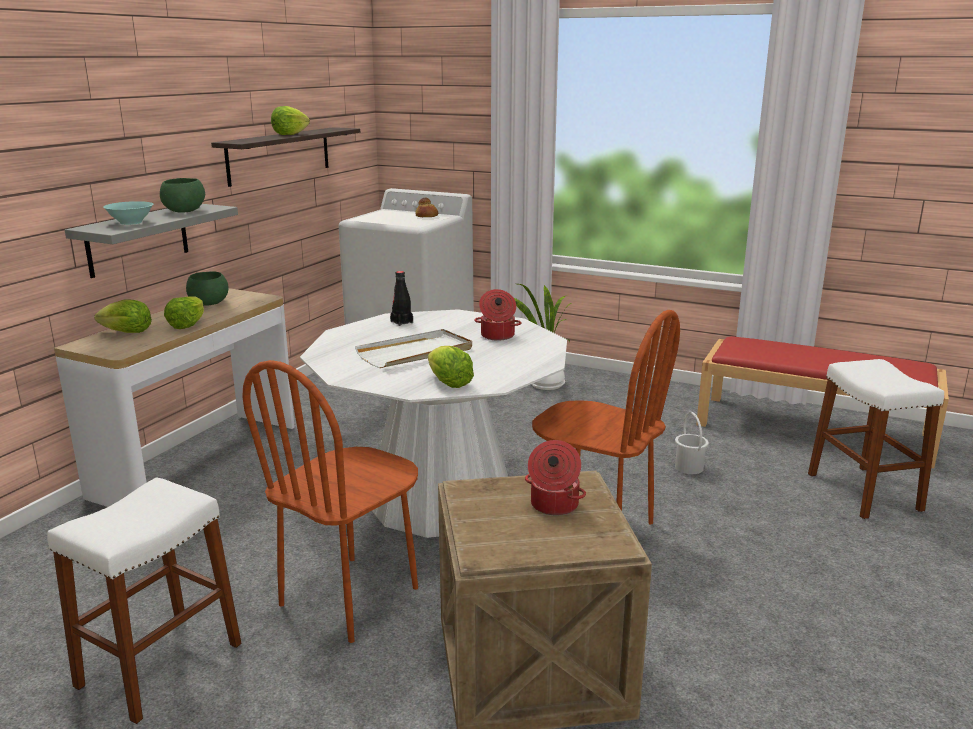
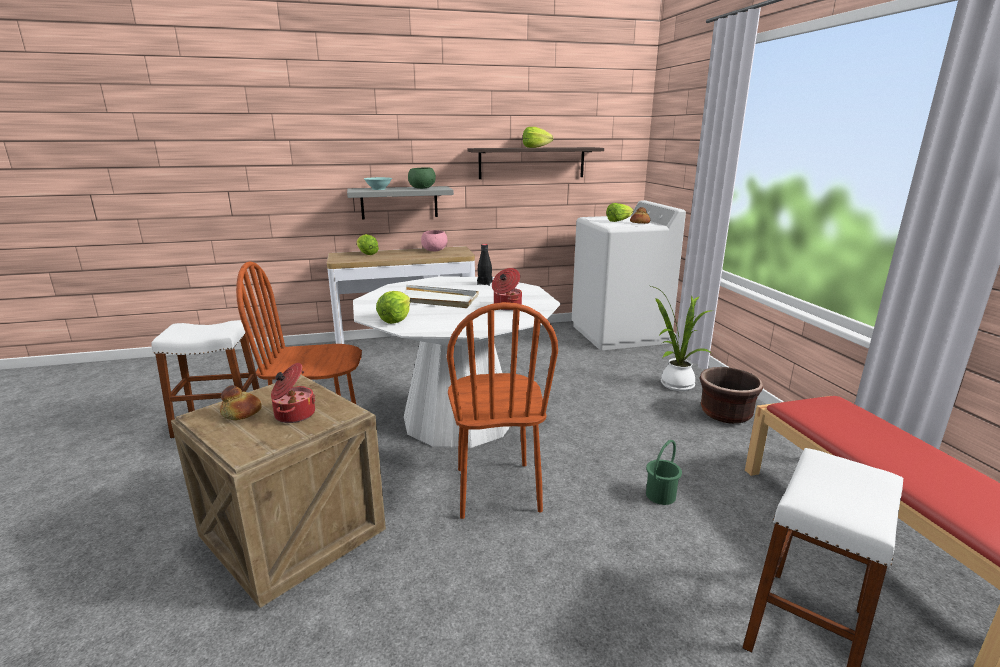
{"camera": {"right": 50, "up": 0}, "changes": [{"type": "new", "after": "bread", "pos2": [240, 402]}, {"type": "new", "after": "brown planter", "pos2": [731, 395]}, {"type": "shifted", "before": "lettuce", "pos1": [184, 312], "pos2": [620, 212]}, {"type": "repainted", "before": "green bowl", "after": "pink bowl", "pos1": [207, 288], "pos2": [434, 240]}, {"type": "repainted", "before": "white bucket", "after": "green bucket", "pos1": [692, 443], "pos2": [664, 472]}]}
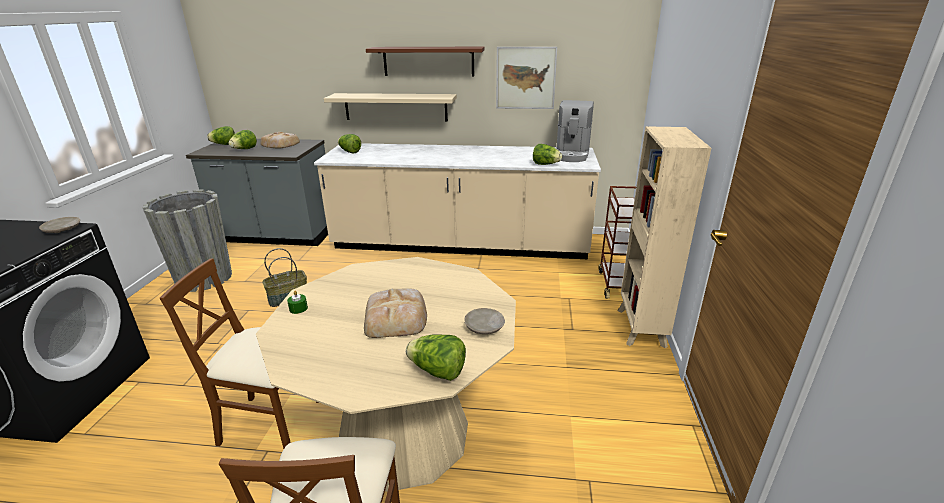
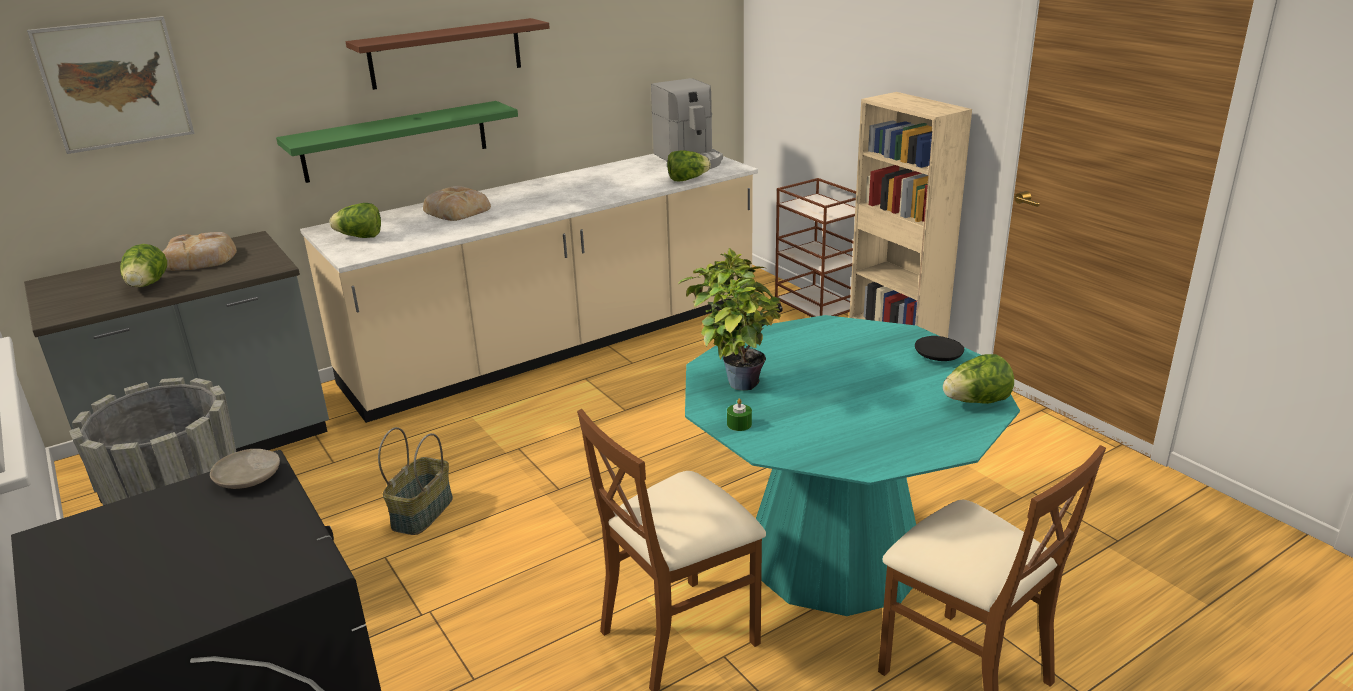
{"camera": {"right": -40, "up": 0}, "changes": [{"type": "gone", "before": "lettuce", "pos1": [221, 135]}, {"type": "new", "after": "potted plant", "pos2": [729, 319]}, {"type": "shifted", "before": "bread", "pos1": [395, 313], "pos2": [457, 203]}, {"type": "shifted", "before": "picture", "pos1": [526, 78], "pos2": [111, 85]}, {"type": "repainted", "before": "beige dining table", "after": "turquoise dining table", "pos1": [386, 374], "pos2": [852, 465]}, {"type": "repainted", "before": "beige shelf", "after": "green shelf", "pos1": [390, 107], "pos2": [397, 142]}, {"type": "repainted", "before": "beige plate", "after": "black plate", "pos1": [484, 321], "pos2": [939, 348]}]}
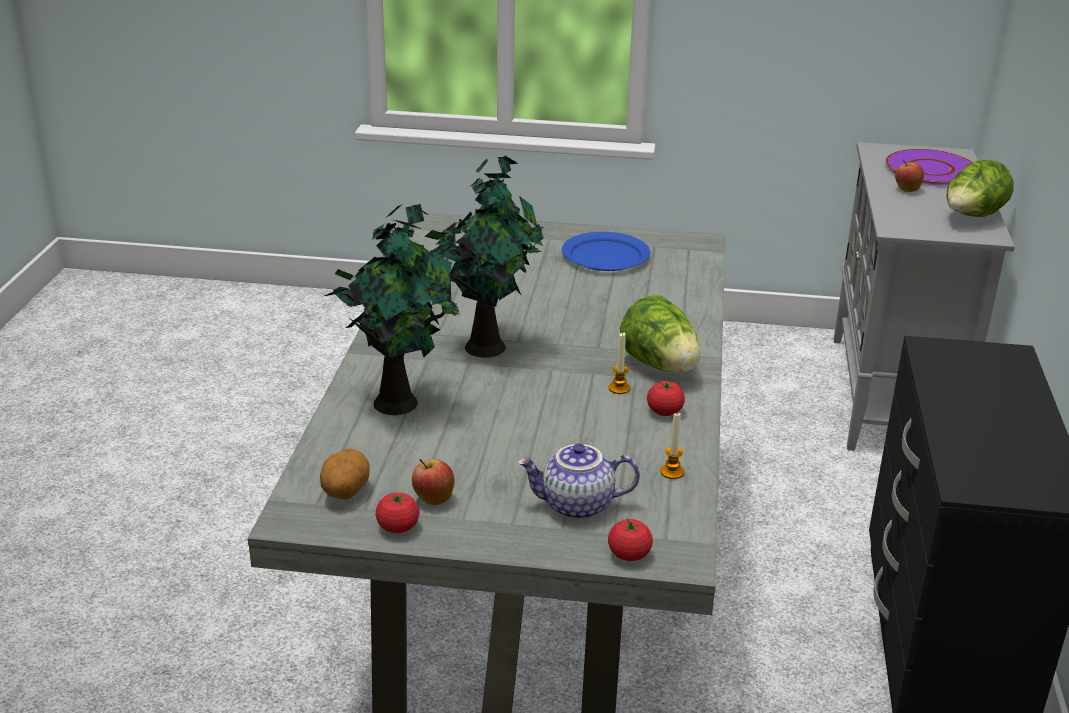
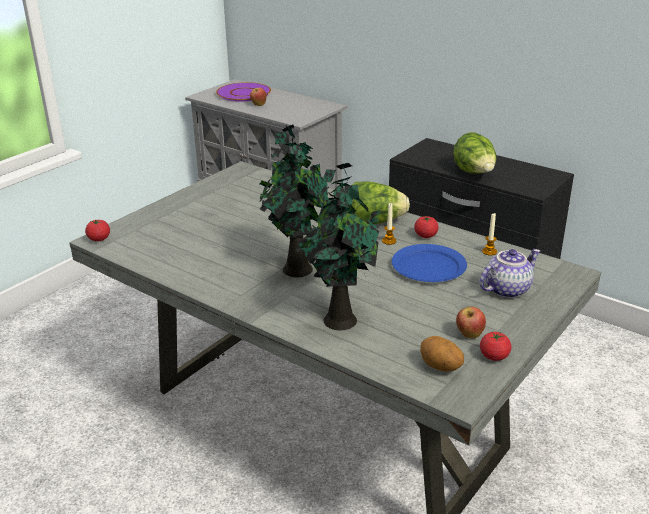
{"camera": {"right": -60, "up": 0}, "changes": [{"type": "shifted", "before": "blue plate", "pos1": [606, 251], "pos2": [429, 263]}, {"type": "shifted", "before": "tomato", "pos1": [630, 539], "pos2": [97, 230]}, {"type": "shifted", "before": "lettuce", "pos1": [980, 188], "pos2": [474, 153]}, {"type": "rotated", "before": "teapot", "pos1": [578, 481], "pos2": [509, 273], "turn": -150}]}
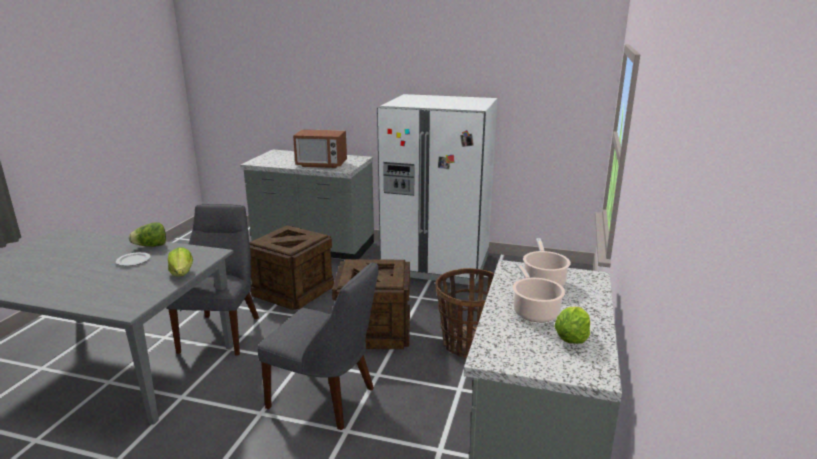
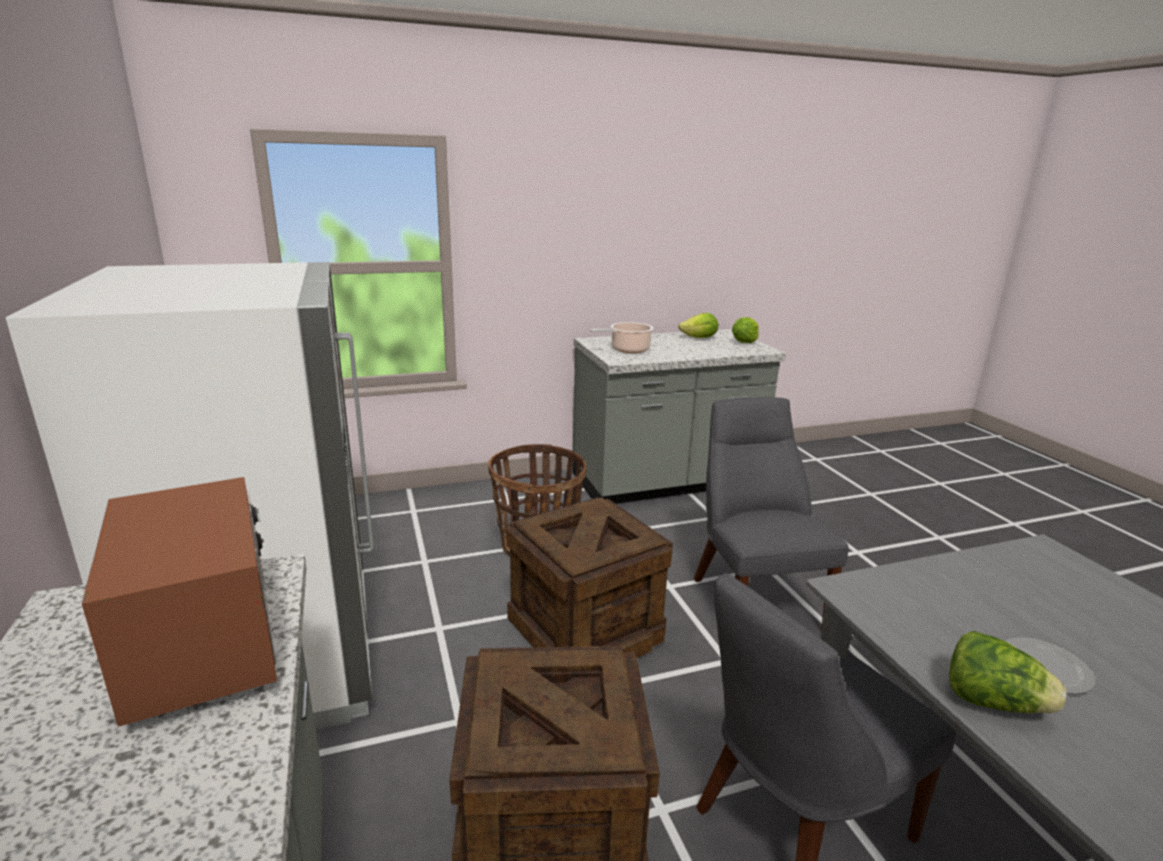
{"camera": {"right": -125, "up": 0}, "changes": [{"type": "gone", "before": "cooking pot", "pos1": [539, 292]}, {"type": "shifted", "before": "lettuce", "pos1": [180, 262], "pos2": [745, 330]}]}
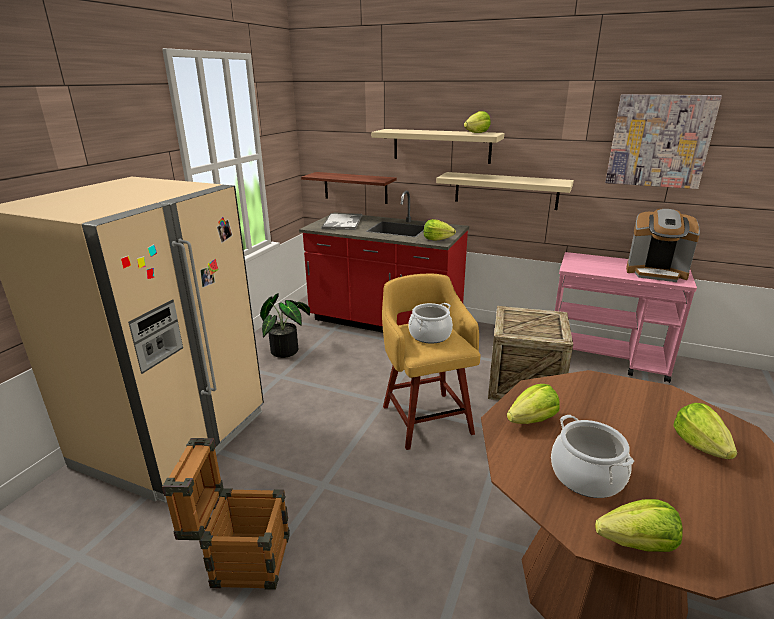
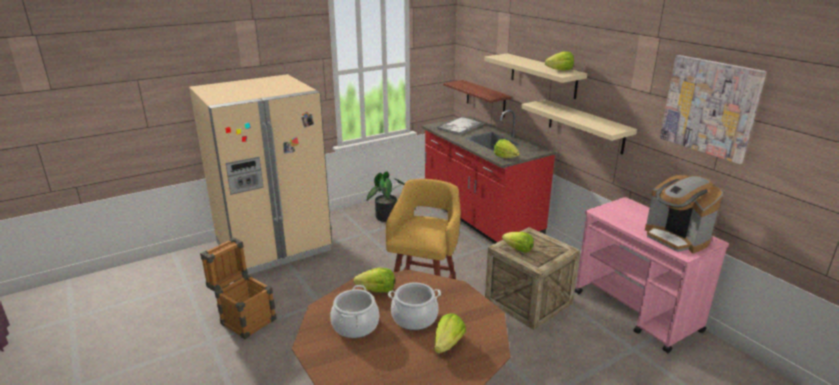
{"camera": {"right": 35, "up": 0}, "changes": [{"type": "shifted", "before": "cooking pot", "pos1": [431, 323], "pos2": [414, 306]}, {"type": "shifted", "before": "lettuce", "pos1": [639, 525], "pos2": [518, 242]}]}
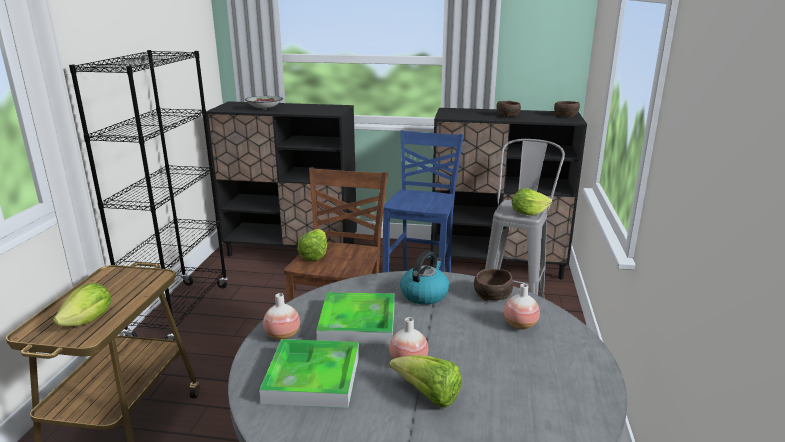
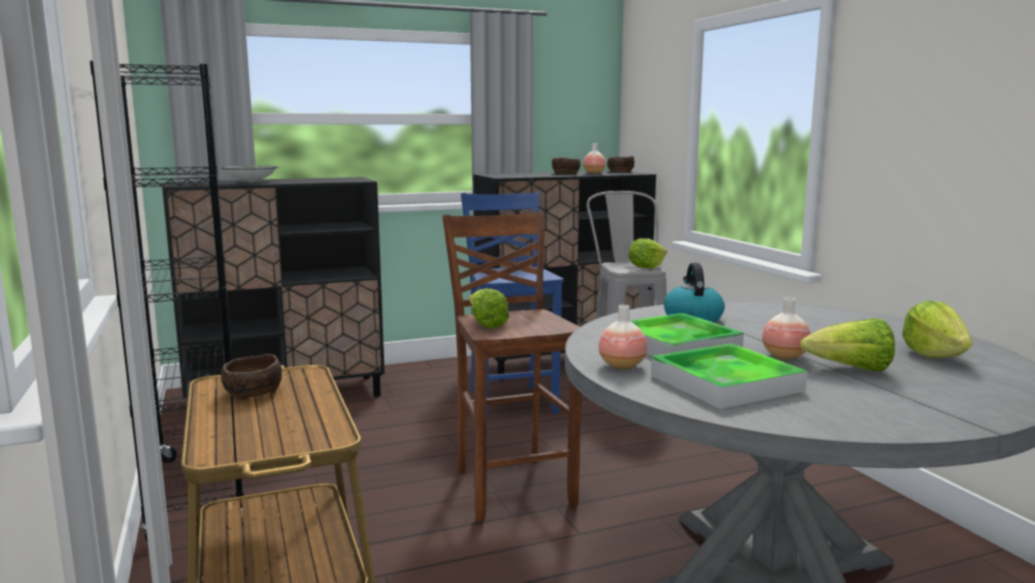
{"camera": {"right": -30, "up": -10}, "changes": [{"type": "shifted", "before": "lettuce", "pos1": [82, 305], "pos2": [937, 329]}, {"type": "shifted", "before": "brown bowl", "pos1": [493, 285], "pos2": [251, 377]}, {"type": "shifted", "before": "vase", "pos1": [522, 306], "pos2": [594, 158]}]}
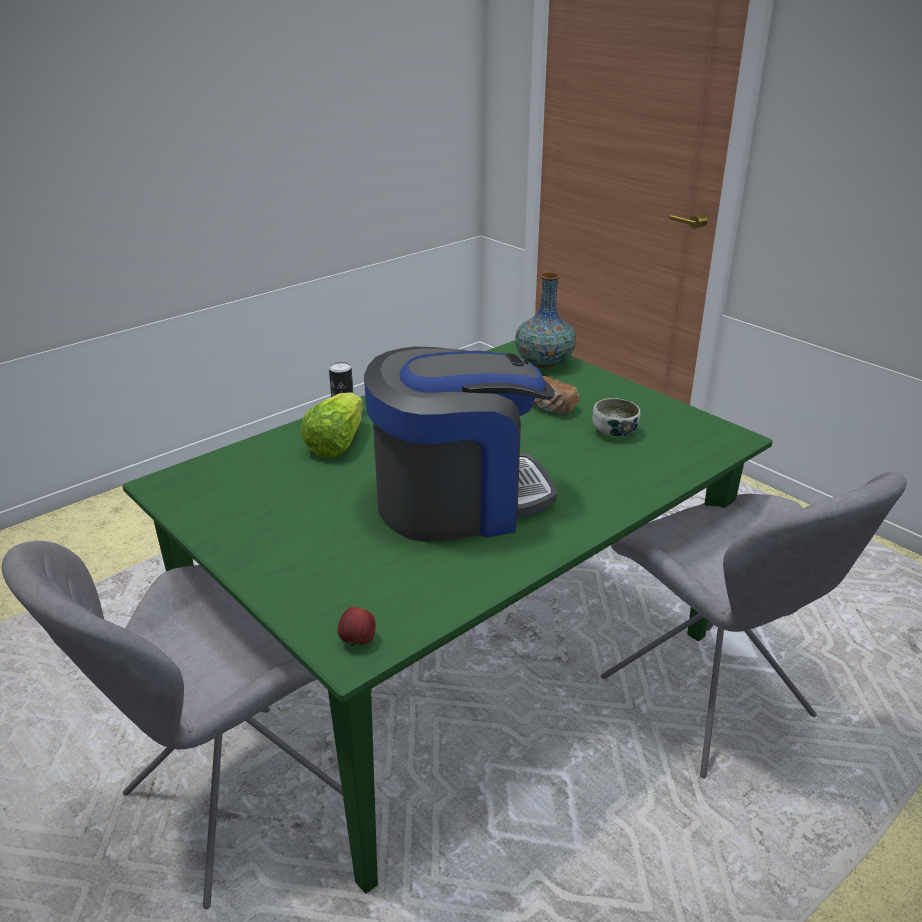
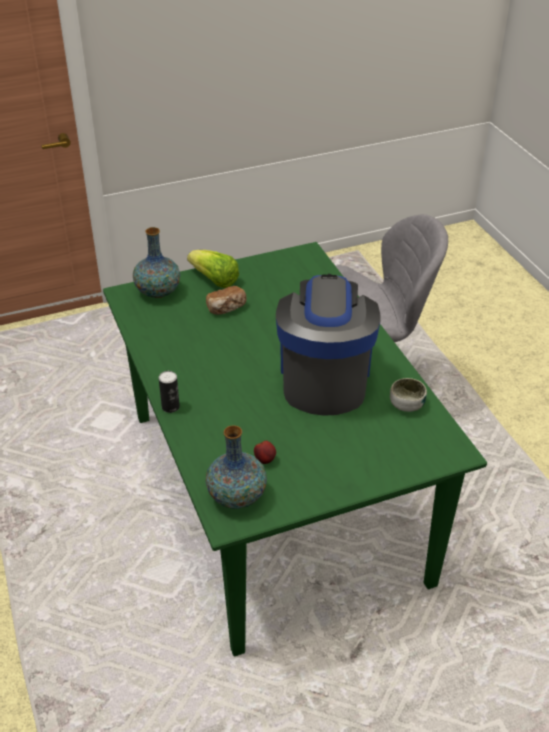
{"camera": {"right": -70, "up": 10}, "changes": [{"type": "gone", "before": "grey chair", "pos1": [172, 725]}, {"type": "new", "after": "vase", "pos2": [236, 467]}, {"type": "shifted", "before": "lettuce", "pos1": [332, 425], "pos2": [213, 269]}, {"type": "shifted", "before": "apple", "pos1": [357, 626], "pos2": [265, 452]}, {"type": "shifted", "before": "bowl", "pos1": [616, 417], "pos2": [408, 395]}]}
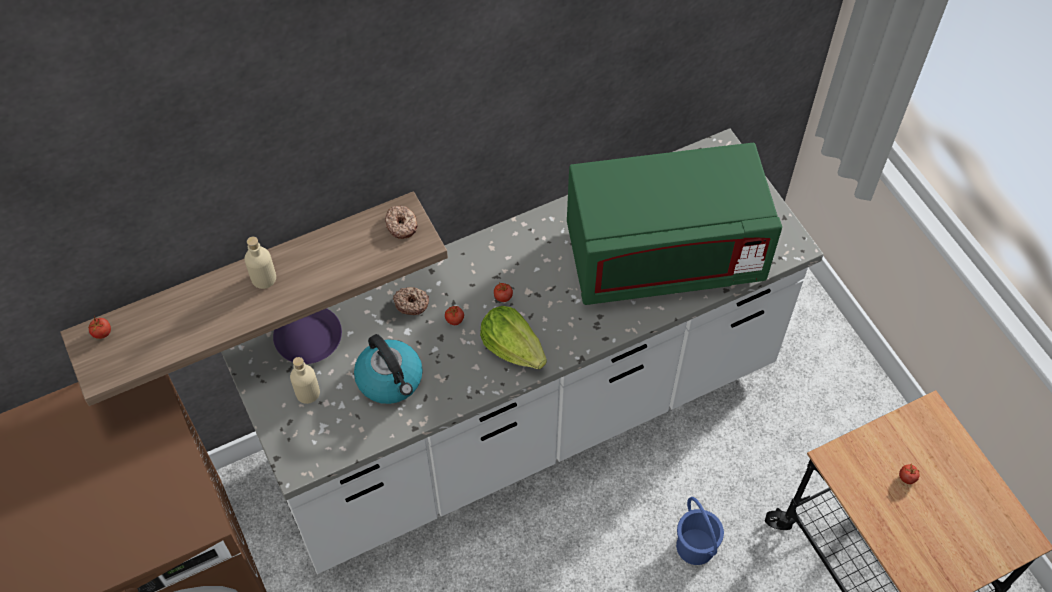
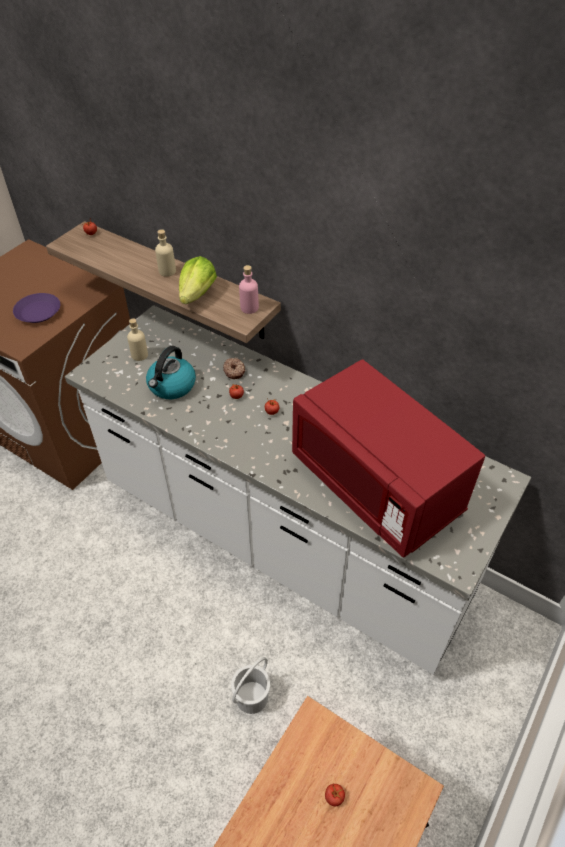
{"camera": {"right": 60, "up": -10}, "changes": [{"type": "shifted", "before": "purple plate", "pos1": [307, 336], "pos2": [36, 308]}, {"type": "shifted", "before": "lettuce", "pos1": [513, 337], "pos2": [198, 280]}, {"type": "swapped", "before": "donut", "after": "pink bottle", "pos1": [401, 222], "pos2": [249, 289]}, {"type": "repainted", "before": "green microwave", "after": "red microwave", "pos1": [674, 224], "pos2": [388, 458]}, {"type": "repainted", "before": "blue bucket", "after": "white bucket", "pos1": [700, 531], "pos2": [250, 685]}]}
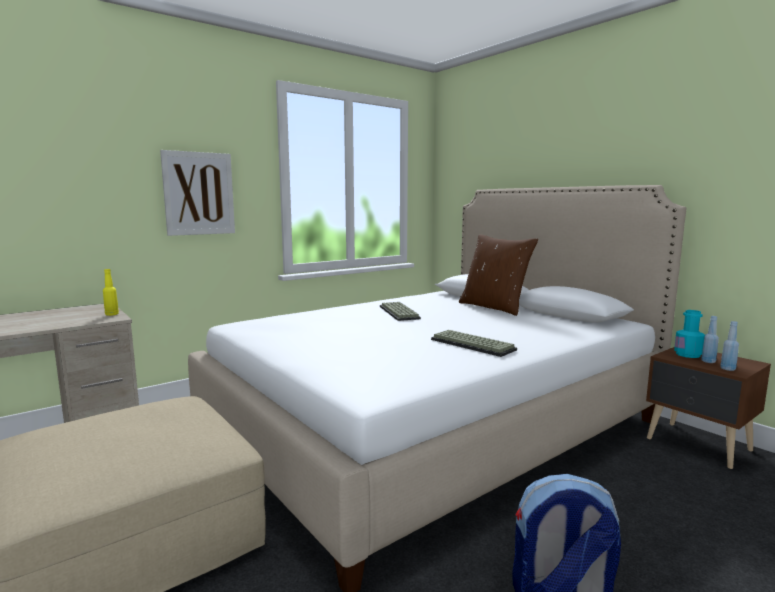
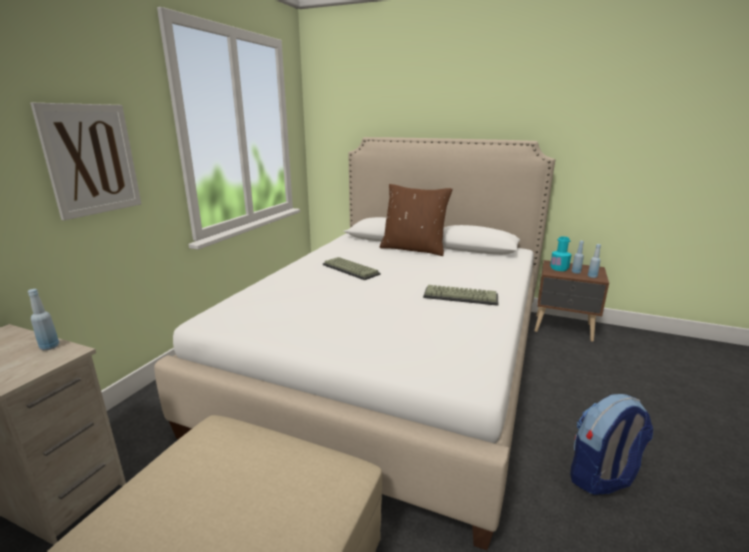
{"camera": {"right": -30, "up": 10}, "changes": [{"type": "repainted", "before": "yellow bottle", "after": "blue bottle", "pos1": [111, 292], "pos2": [43, 319]}]}
